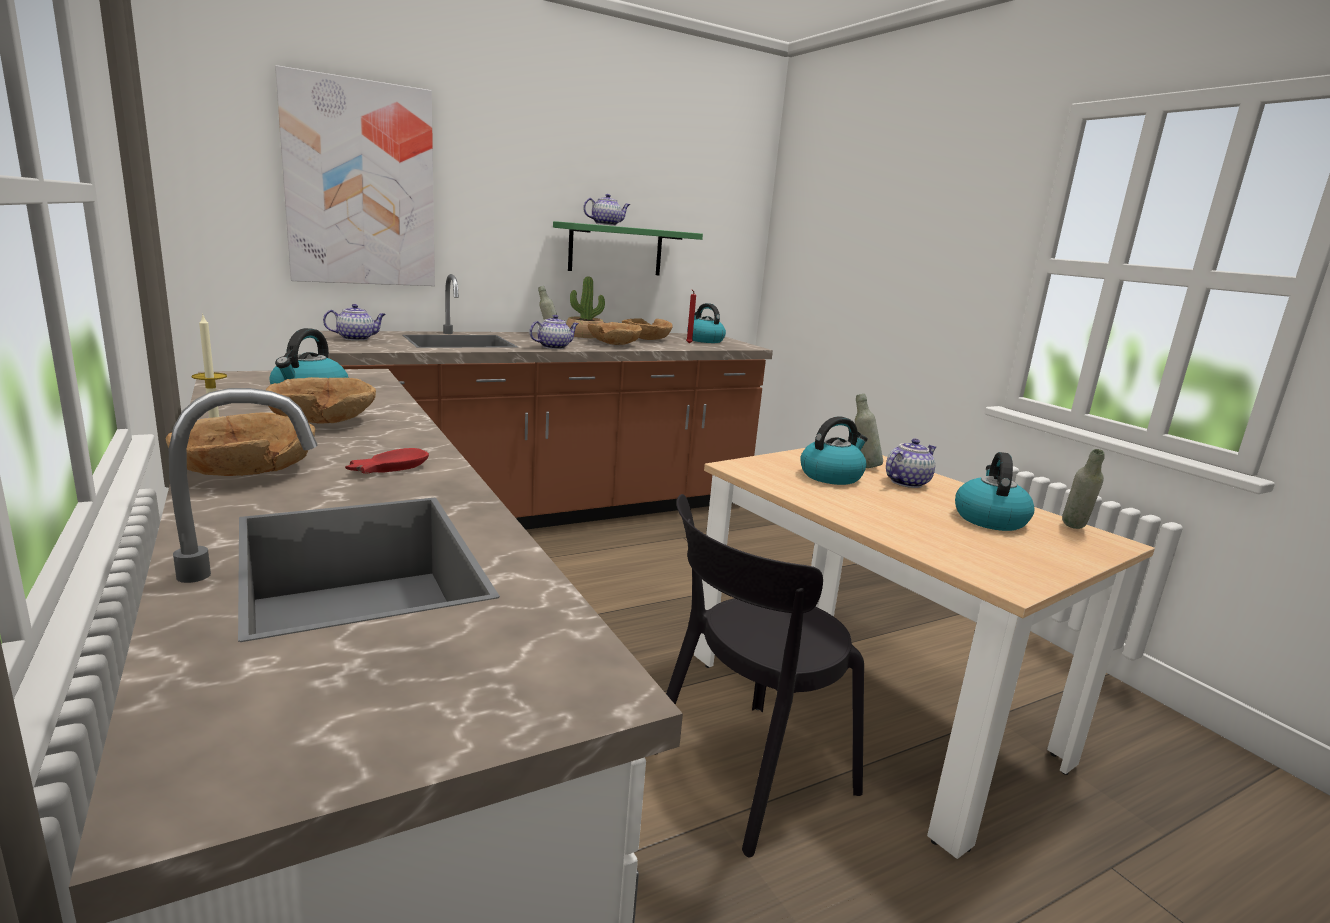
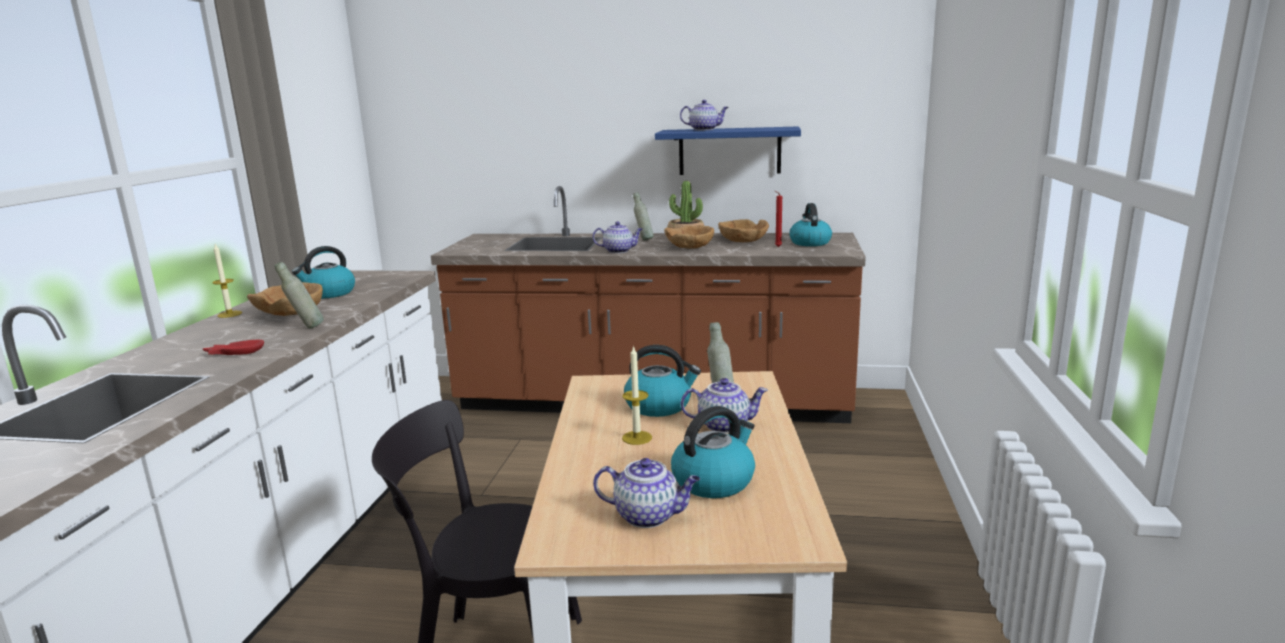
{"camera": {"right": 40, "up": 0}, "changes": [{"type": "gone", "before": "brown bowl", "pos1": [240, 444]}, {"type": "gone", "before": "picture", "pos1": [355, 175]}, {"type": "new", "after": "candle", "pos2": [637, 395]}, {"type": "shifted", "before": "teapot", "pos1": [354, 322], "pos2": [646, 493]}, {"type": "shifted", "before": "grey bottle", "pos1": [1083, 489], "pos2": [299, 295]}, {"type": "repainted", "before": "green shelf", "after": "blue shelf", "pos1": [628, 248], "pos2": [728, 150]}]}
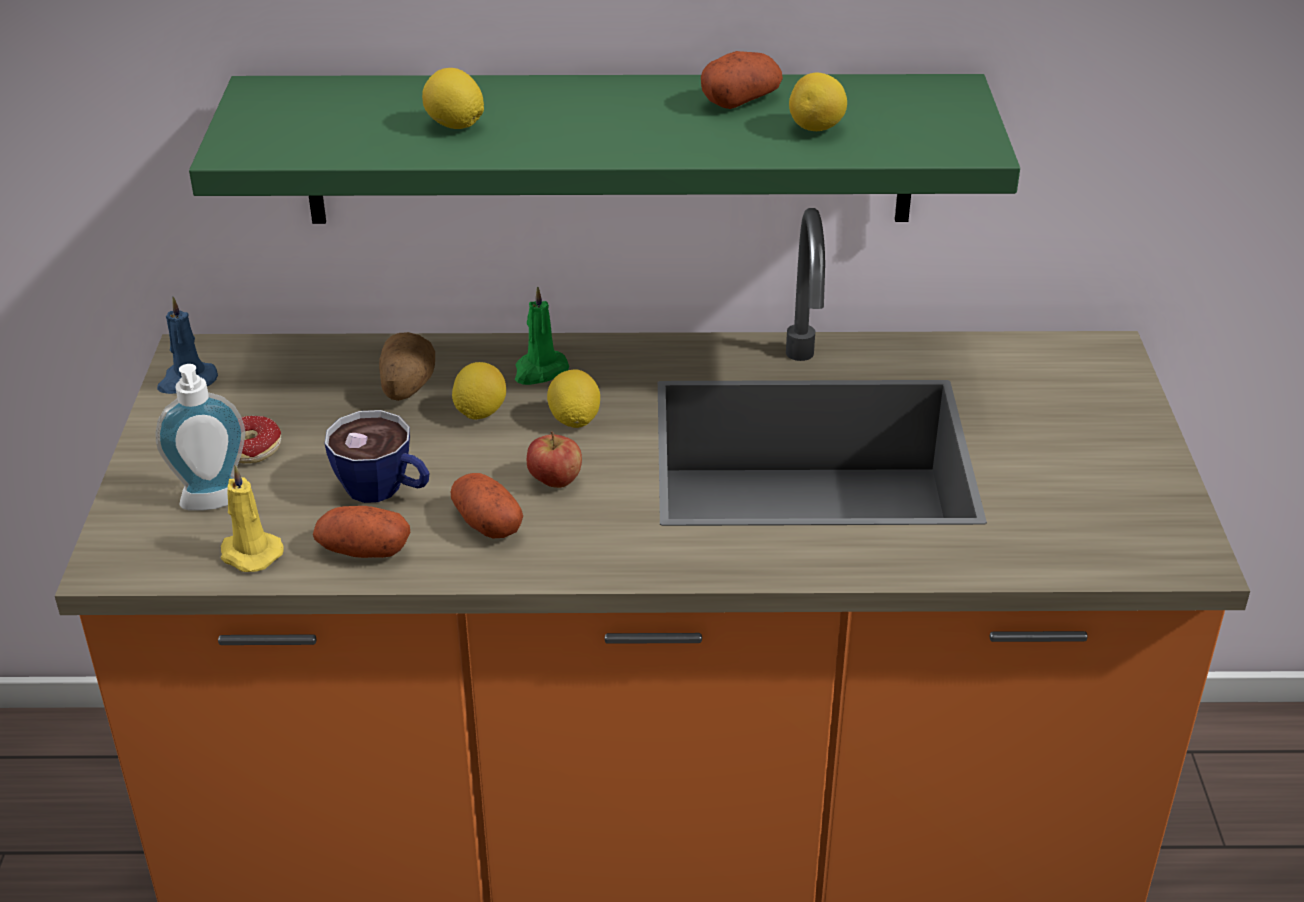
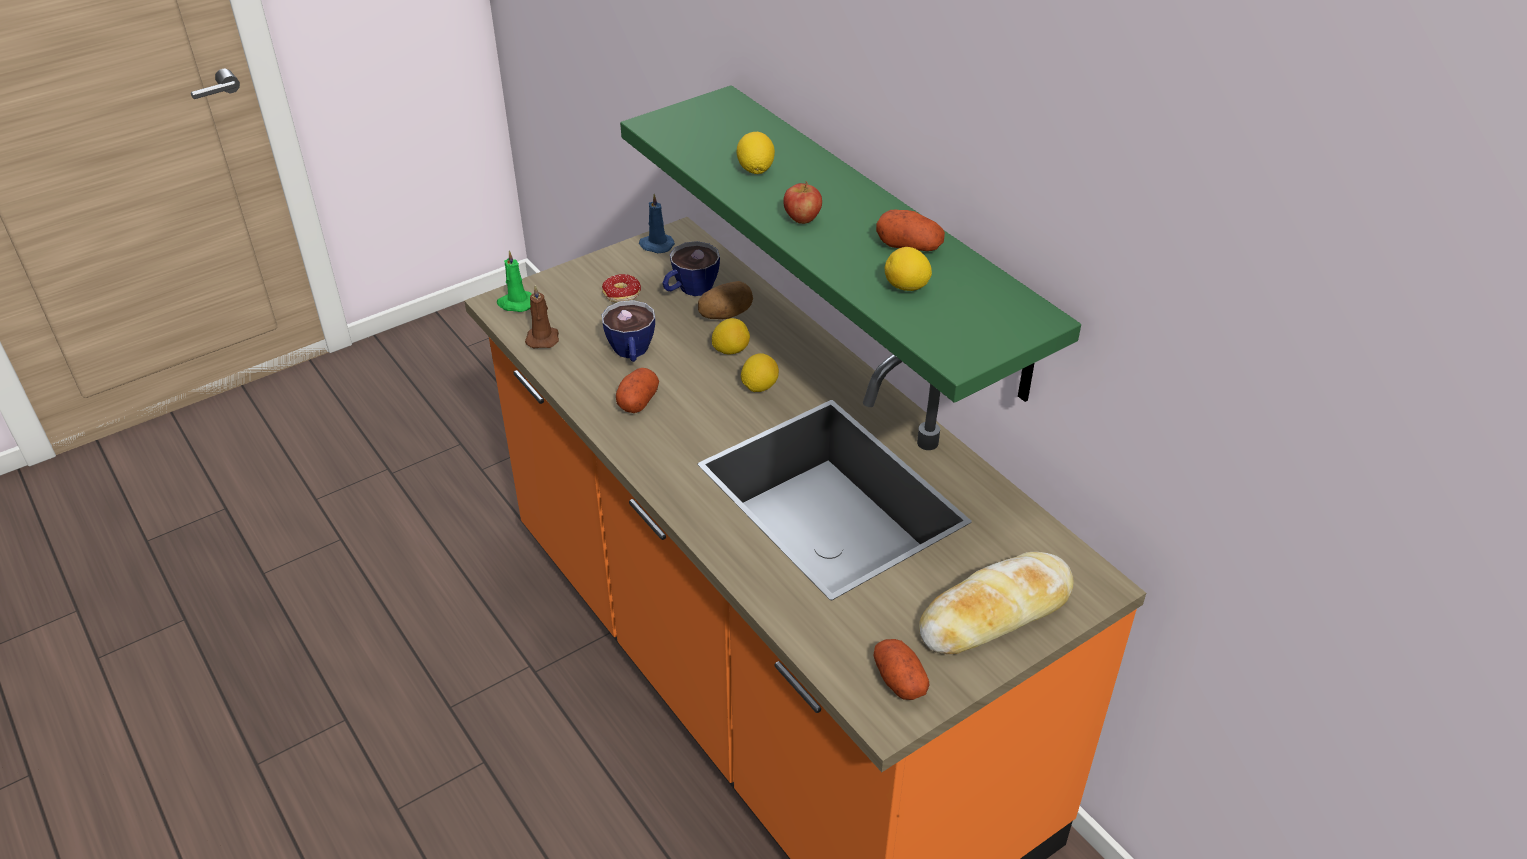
{"camera": {"right": 55, "up": 5}, "changes": [{"type": "gone", "before": "soap dispenser", "pos1": [200, 437]}, {"type": "new", "after": "cup", "pos2": [691, 268]}, {"type": "new", "after": "bread", "pos2": [996, 603]}, {"type": "shifted", "before": "potato", "pos1": [361, 532], "pos2": [901, 669]}, {"type": "shifted", "before": "green candle", "pos1": [542, 335], "pos2": [514, 281]}, {"type": "shifted", "before": "apple", "pos1": [554, 460], "pos2": [802, 202]}, {"type": "repainted", "before": "yellow candle", "after": "brown candle", "pos1": [252, 518], "pos2": [542, 317]}]}
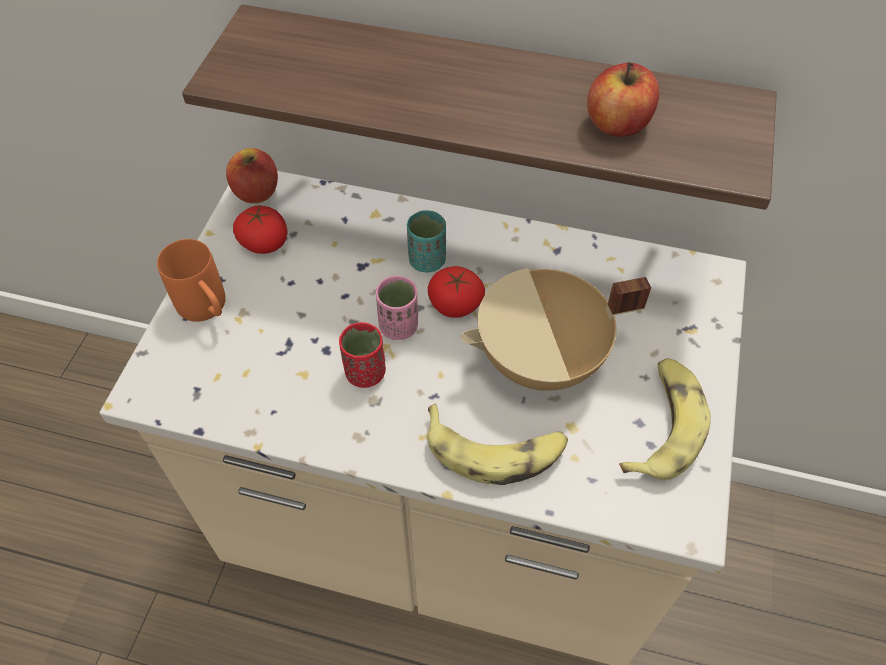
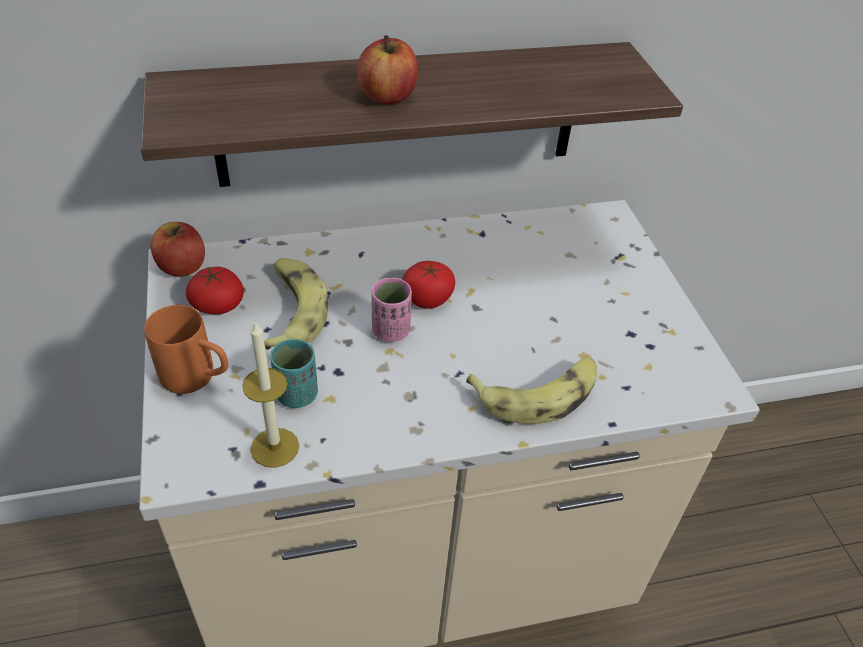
{"camera": {"right": -30, "up": -10}, "changes": [{"type": "gone", "before": "red cup", "pos1": [362, 355]}, {"type": "gone", "before": "beige cooking pot", "pos1": [556, 329]}, {"type": "new", "after": "candle", "pos2": [270, 395]}, {"type": "shifted", "before": "turquoise cup", "pos1": [426, 241], "pos2": [294, 373]}, {"type": "shifted", "before": "apple", "pos1": [623, 99], "pos2": [387, 69]}, {"type": "shifted", "before": "banana", "pos1": [665, 419], "pos2": [296, 304]}]}
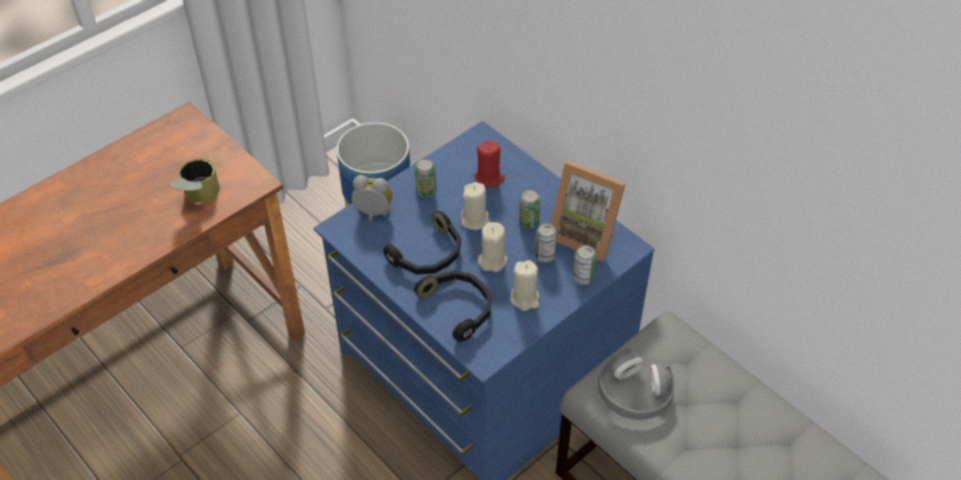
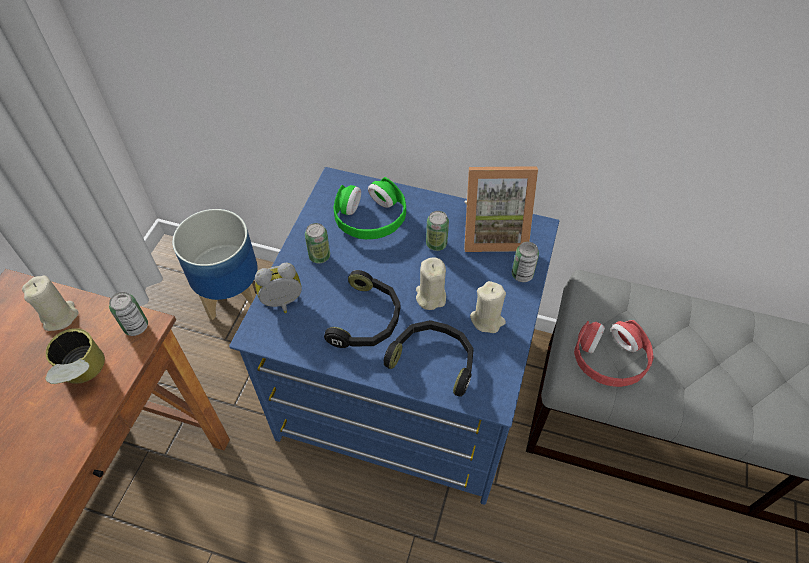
{"camera": {"right": -30, "up": 5}, "changes": [{"type": "shifted", "before": "beige candle", "pos1": [475, 206], "pos2": [50, 303]}, {"type": "shifted", "before": "can", "pos1": [546, 242], "pos2": [128, 314]}, {"type": "swapped", "before": "red candle", "after": "green headphones", "pos1": [489, 164], "pos2": [369, 208]}, {"type": "repainted", "before": "grey headphones", "after": "red headphones", "pos1": [636, 384], "pos2": [614, 353]}]}
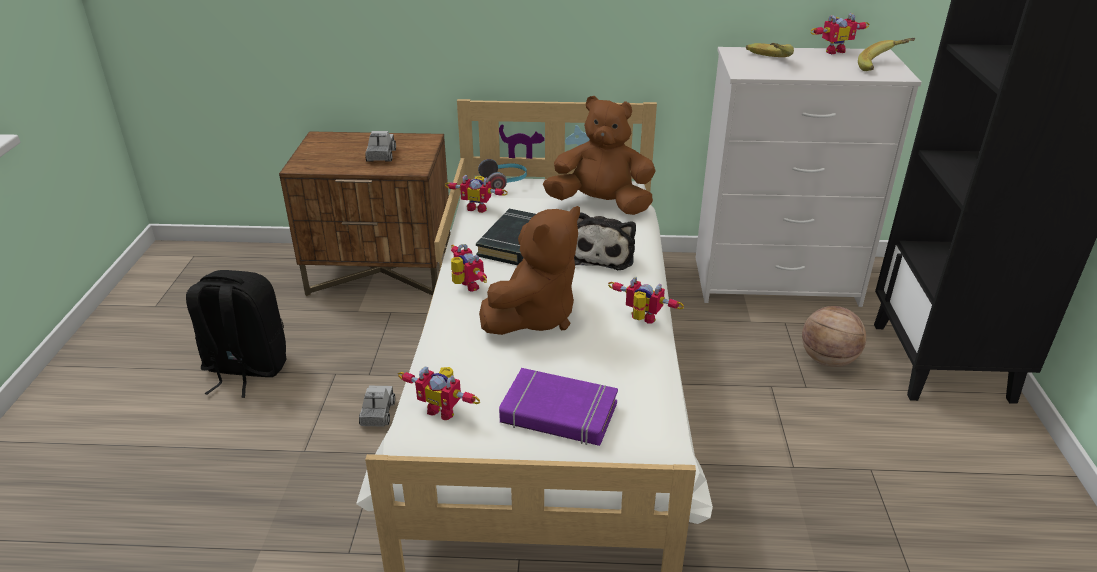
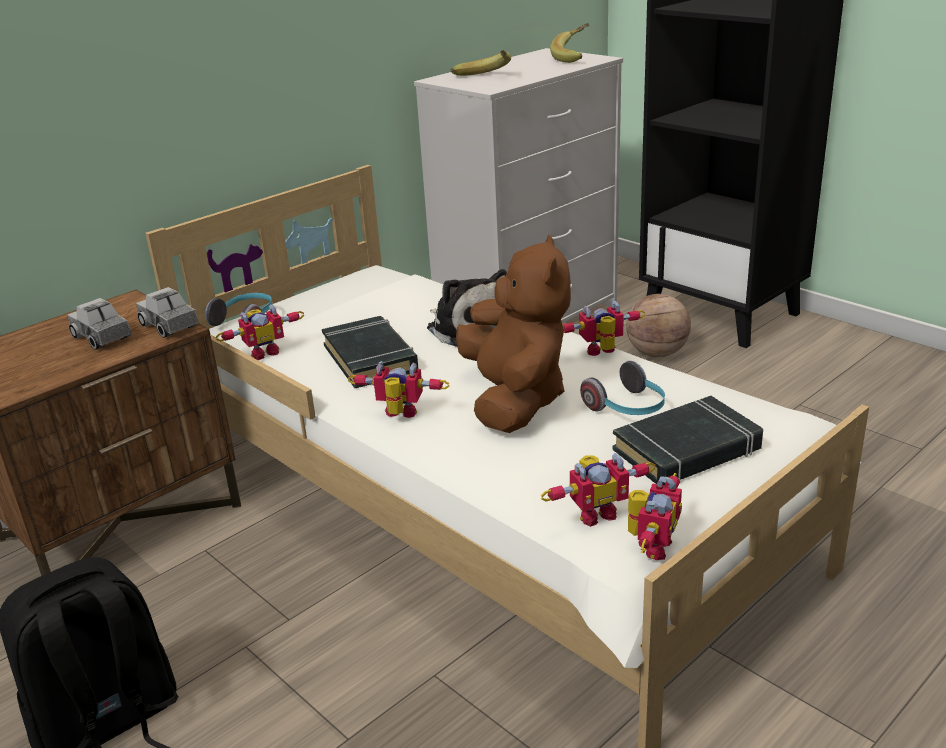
{"camera": {"right": -45, "up": -5}, "changes": [{"type": "gone", "before": "brown plush toy", "pos1": [599, 155]}, {"type": "new", "after": "headphones", "pos2": [622, 388]}, {"type": "shifted", "before": "toy truck", "pos1": [377, 406], "pos2": [167, 312]}, {"type": "shifted", "before": "toy robot", "pos1": [839, 33], "pos2": [655, 516]}, {"type": "repainted", "before": "purple book", "after": "black book", "pos1": [558, 407], "pos2": [688, 440]}]}
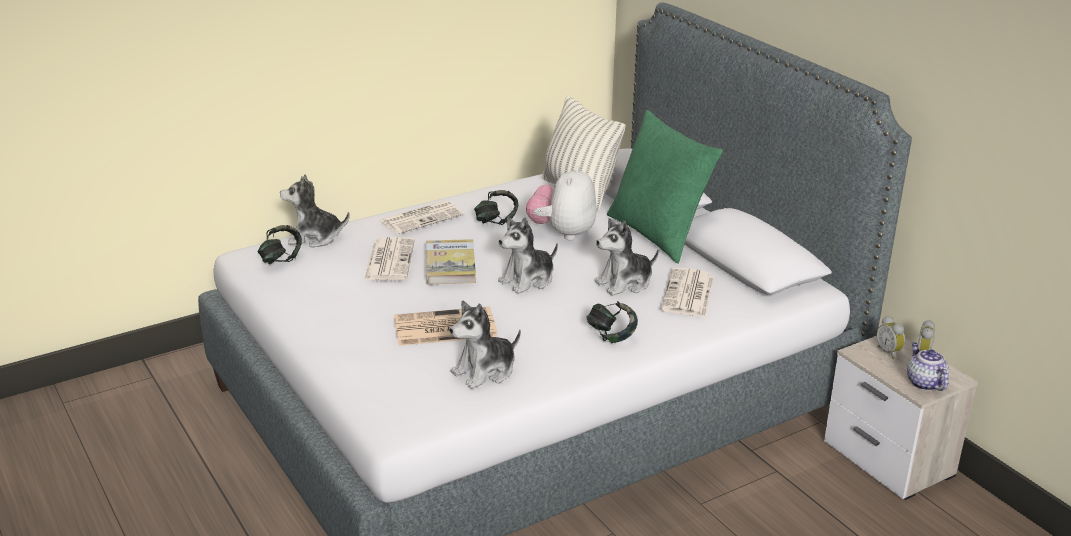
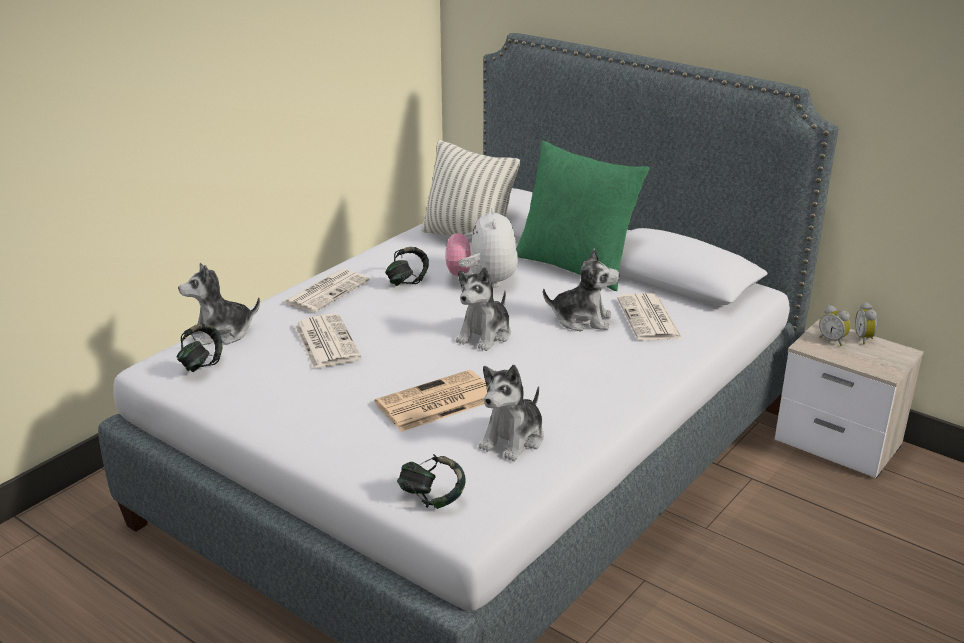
{"camera": {"right": -20, "up": 0}, "changes": [{"type": "gone", "before": "book", "pos1": [451, 262]}, {"type": "gone", "before": "teapot", "pos1": [928, 366]}, {"type": "shifted", "before": "headphones", "pos1": [612, 322], "pos2": [431, 481]}, {"type": "rotated", "before": "plush toy", "pos1": [627, 257], "pos2": [581, 289], "turn": -120}]}
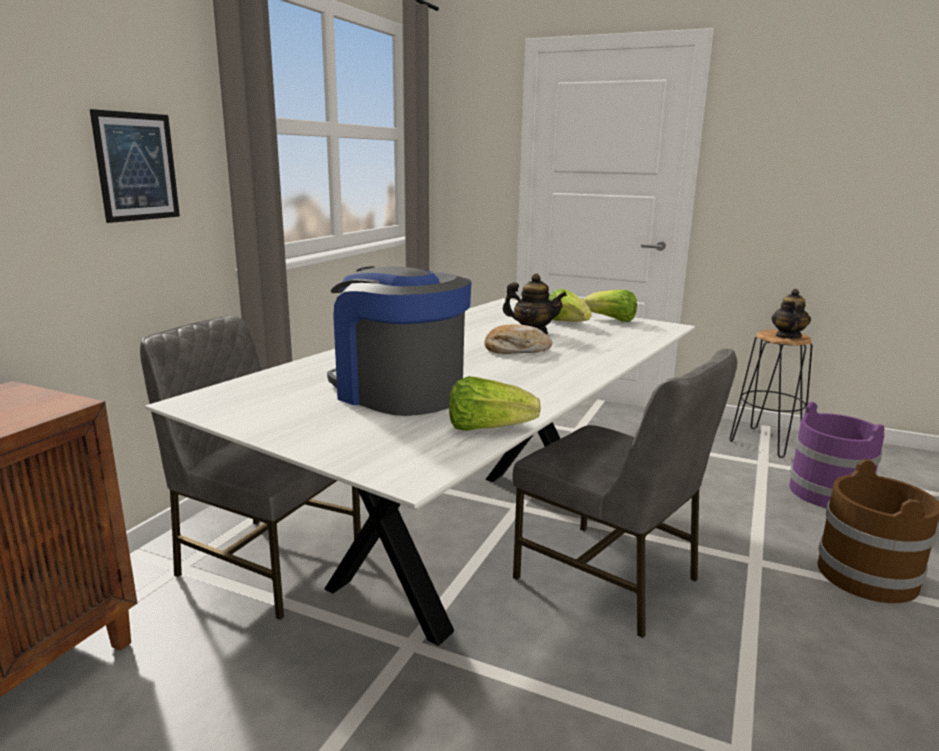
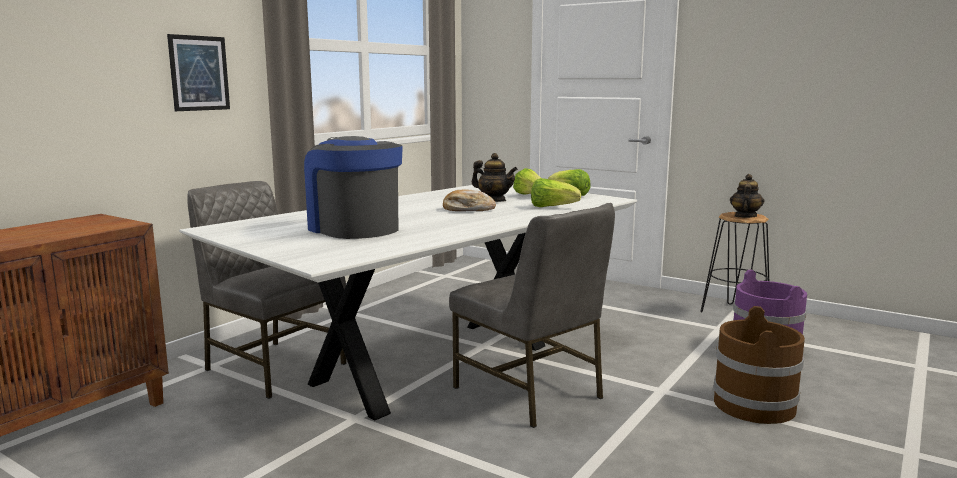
{"camera": {"right": 10, "up": -5}, "changes": [{"type": "shifted", "before": "lettuce", "pos1": [495, 403], "pos2": [556, 192]}]}
